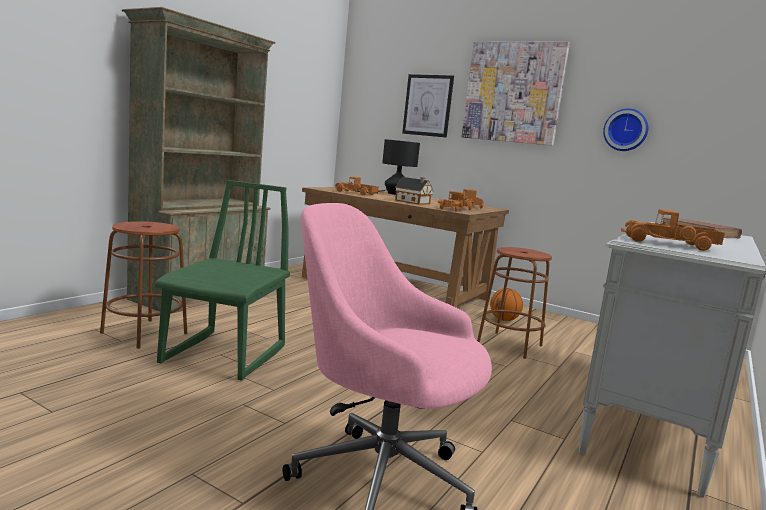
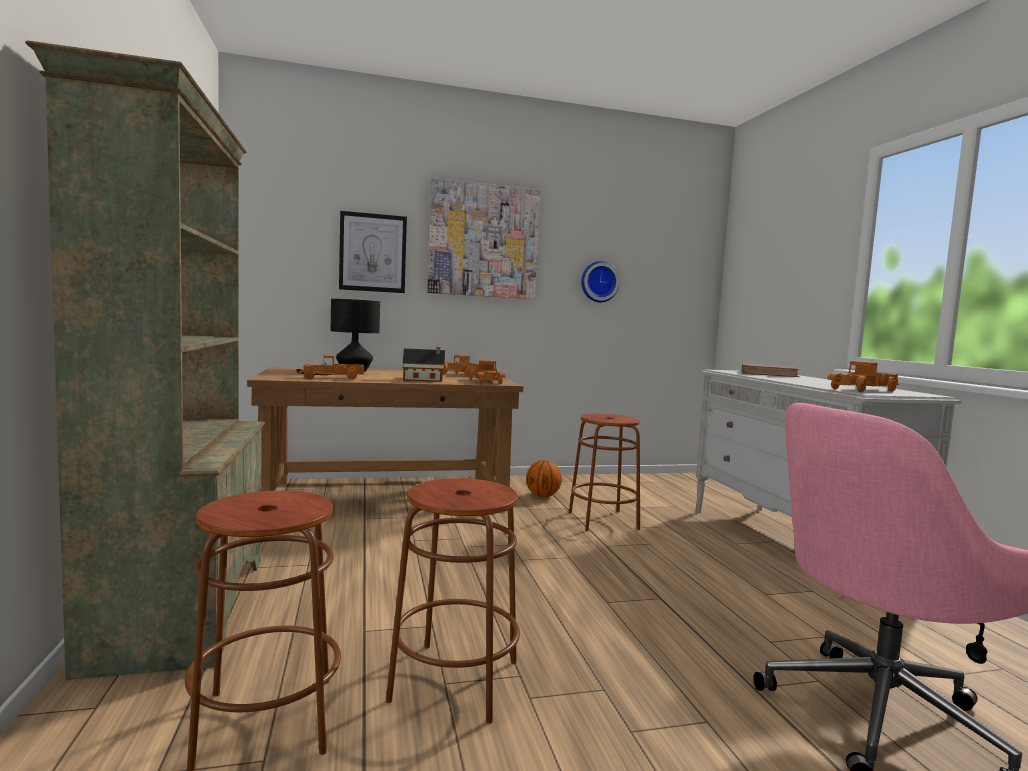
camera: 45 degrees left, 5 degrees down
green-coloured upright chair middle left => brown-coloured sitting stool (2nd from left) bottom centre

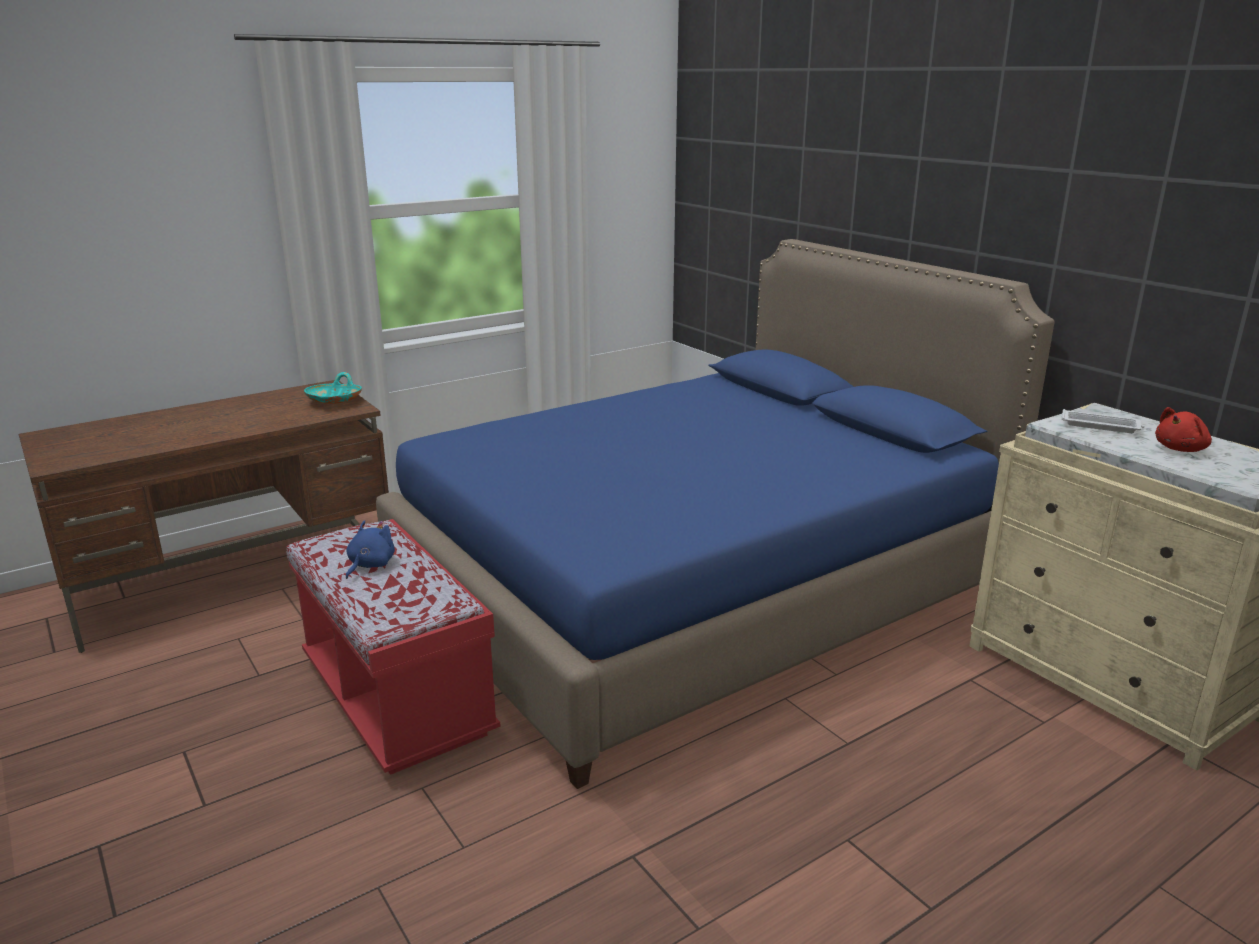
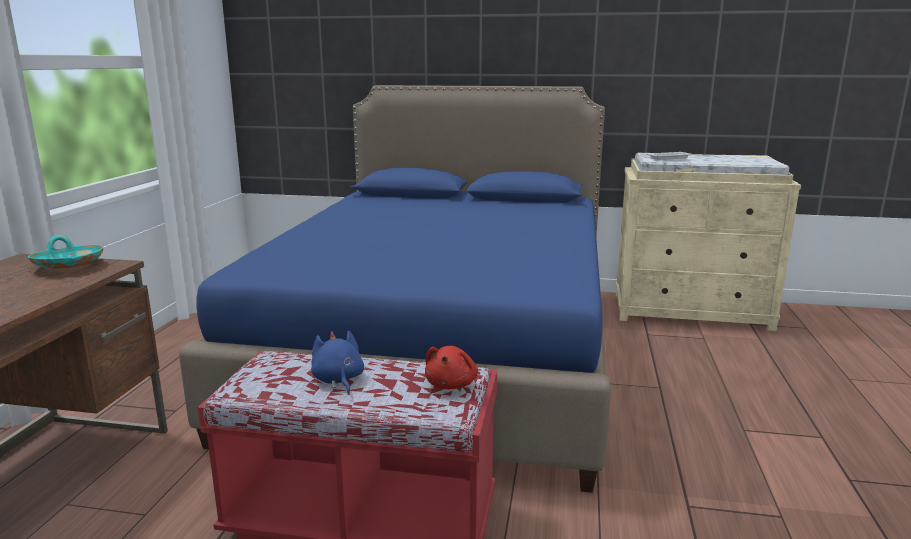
camera: 45 degrees left, 5 degrees down
reddish plush toy middle right => reddish plush toy bottom centre, move

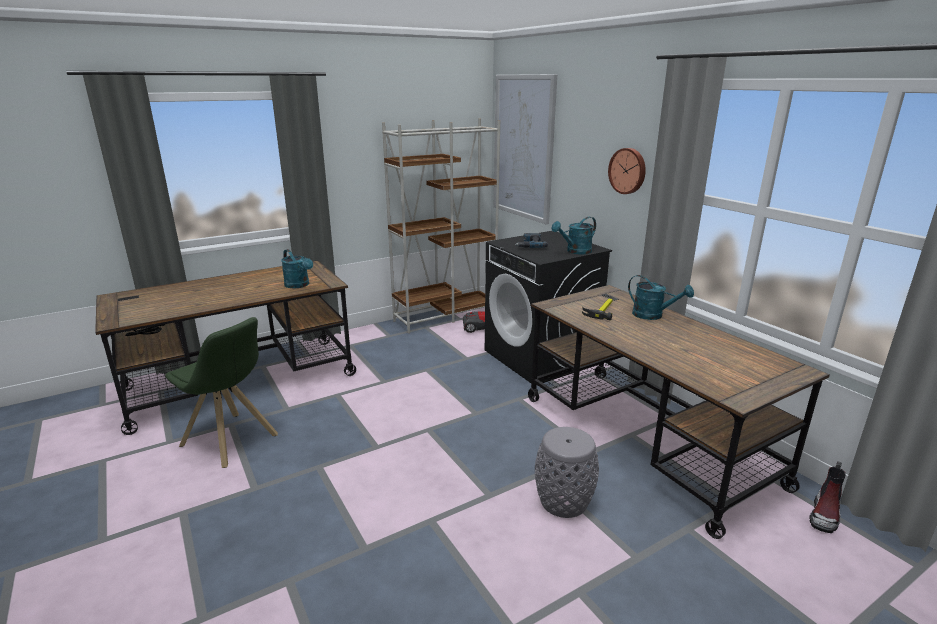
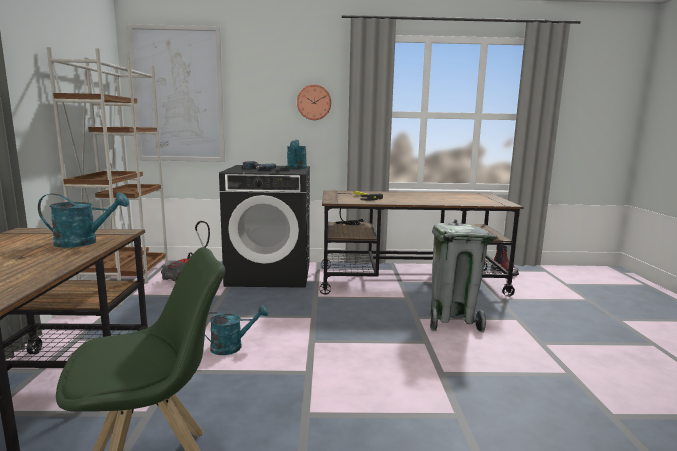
camera: 60 degrees left, 10 degrees down
greyish sitting stool bottom centre => greyish rubbish bin middle right
turquoise-coloured watering pot (3rd from left in the first image) middle right => turquoise-coloured watering pot (2nd from left) bottom centre, move

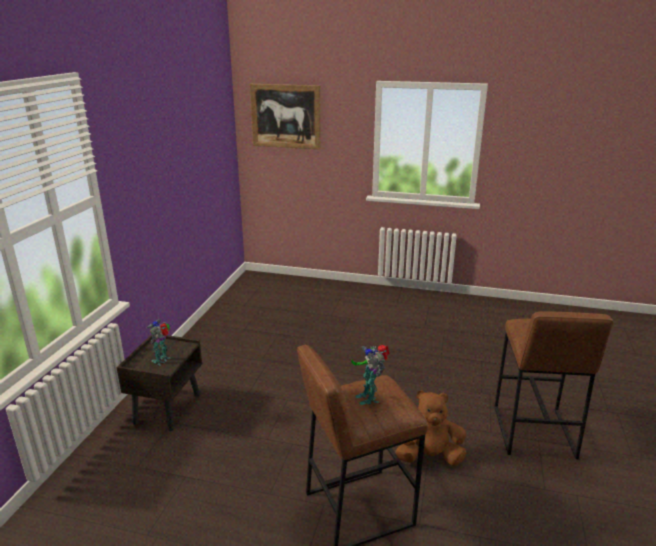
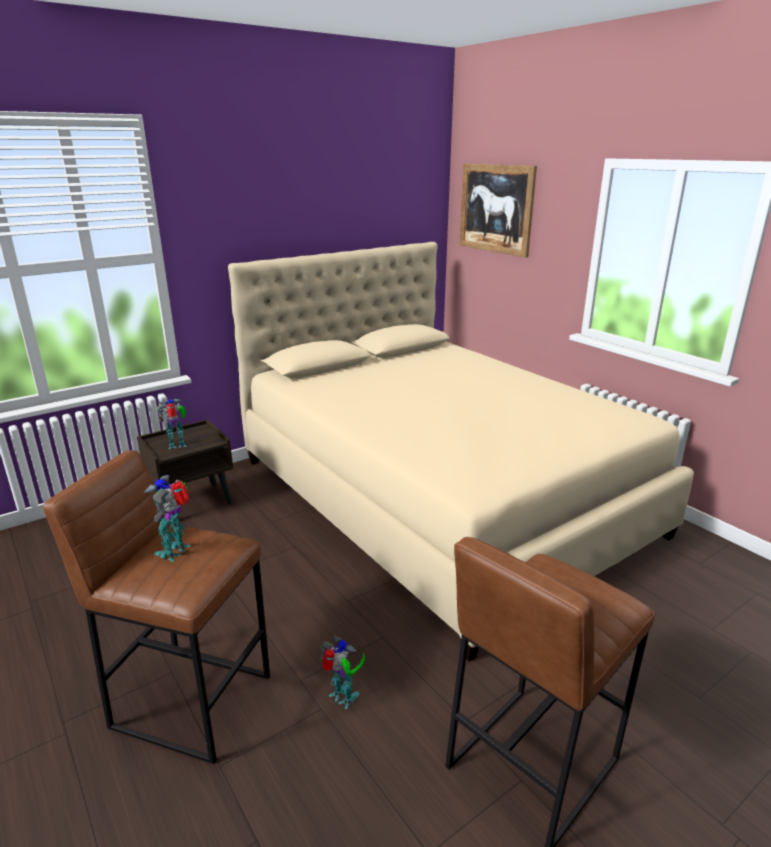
camera: 40 degrees right, 0 degrees up
brown-coloured plush toy bottom centre => toy robot (3rd from left) bottom centre
nothing => beige bed centre

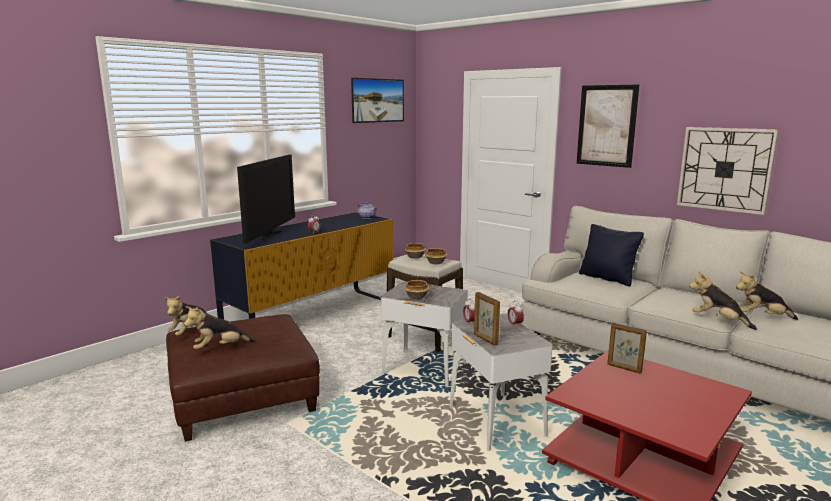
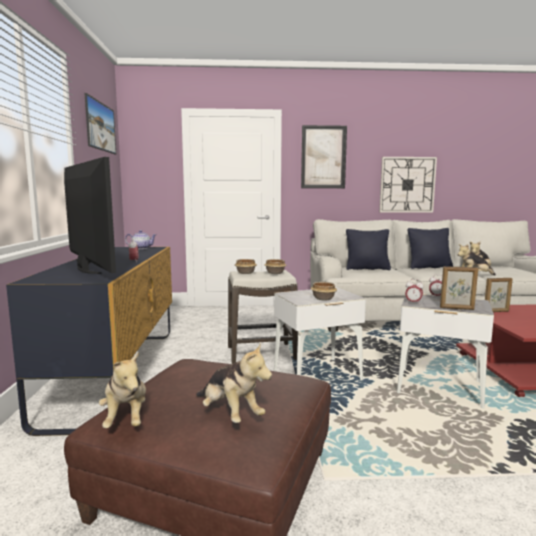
camera: 45 degrees left, 5 degrees down
plush toy (2nd from left) middle left => plush toy (2nd from left) bottom centre, 60 degrees counterclockwise
nothing => blackish pillow (2nd from left) middle right

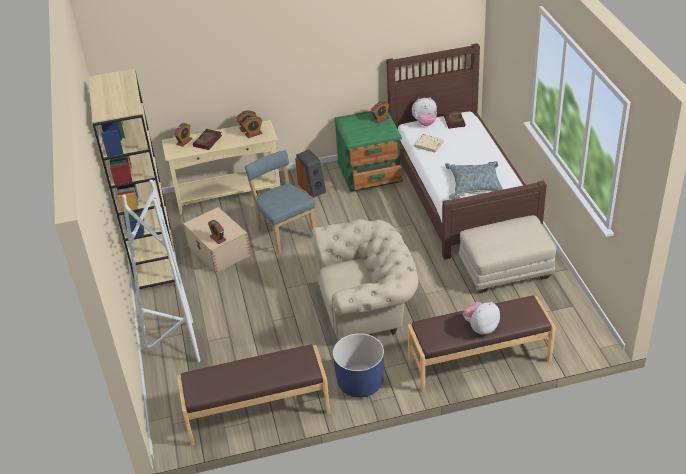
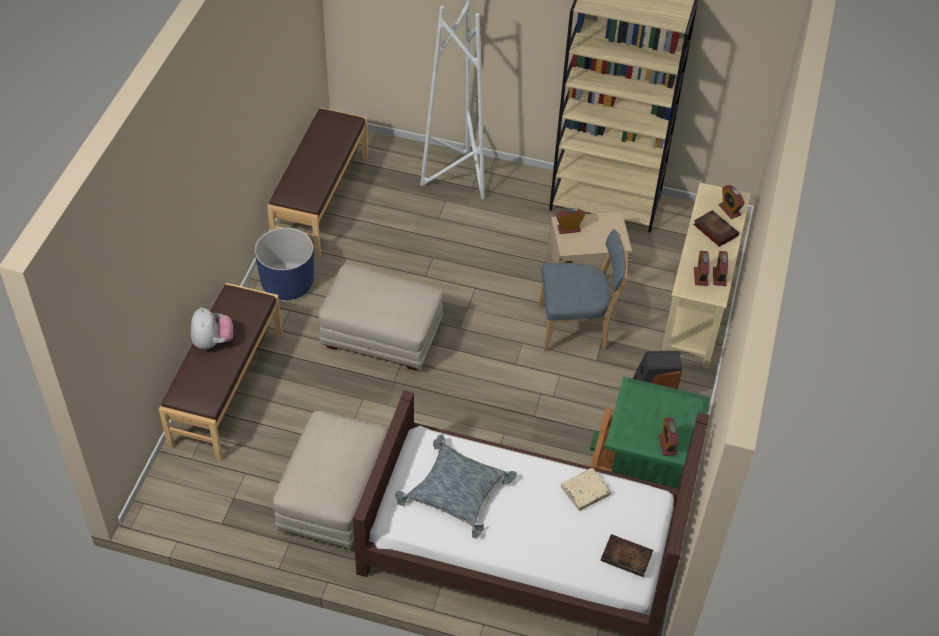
camera: 115 degrees right, 10 degrees up
beige armchair centre => beige footrest (2nd from left) centre
plush toy (1st from left) top centre => nothing

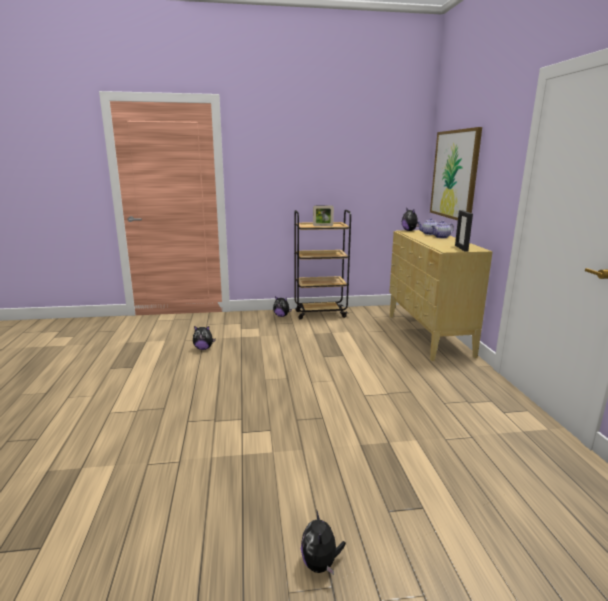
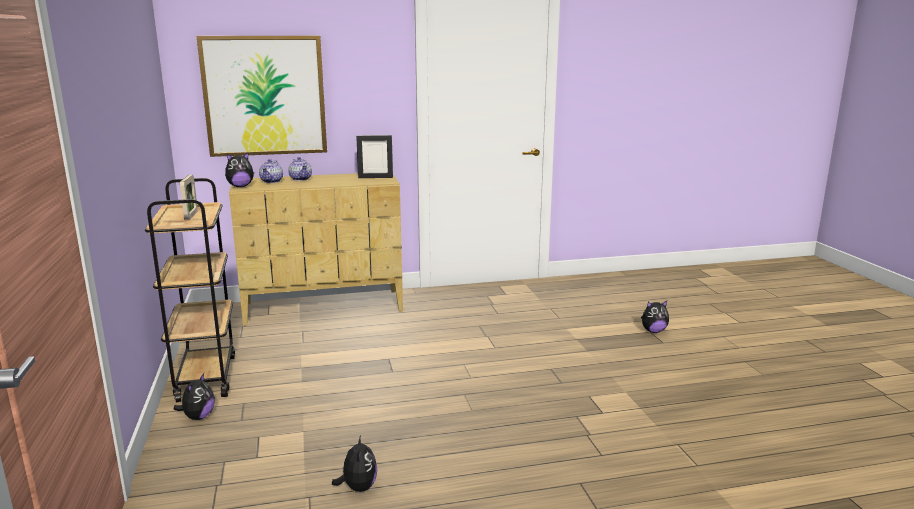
camera: 95 degrees left, 0 degrees up
plush toy (3rd from left in the first image) bottom centre => plush toy (4th from left) middle right, move

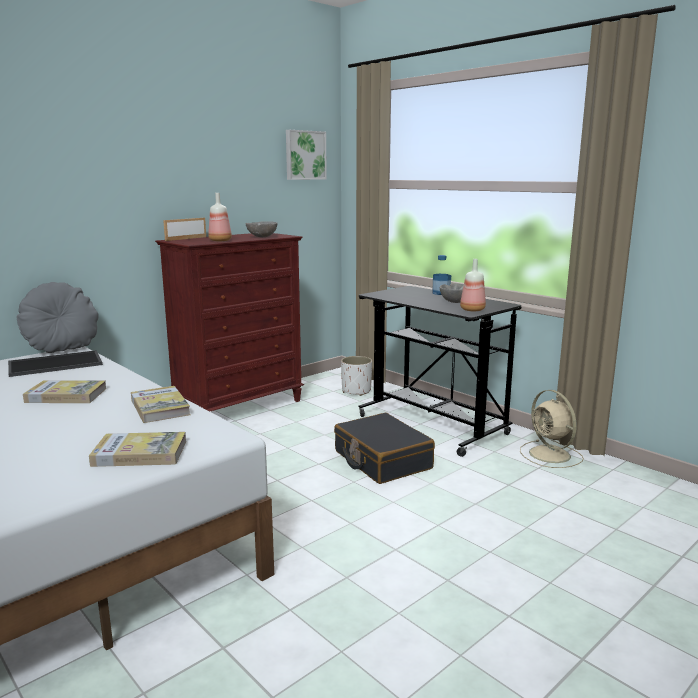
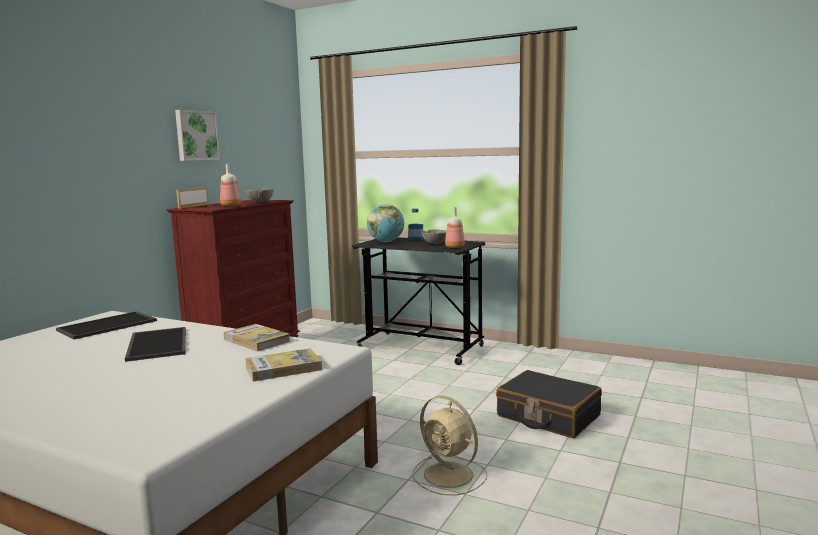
camera: 20 degrees left, 5 degrees down
greyish pillow middle left => nothing
book (1st from left) middle left => carrying tray (2nd from left) middle left
wall art top centre => wall art top left, move
blackish travel case centre => blackish travel case bottom right, move
white planter centre => nothing
beige fan middle right => beige fan bottom centre, move
nothing => world globe centre

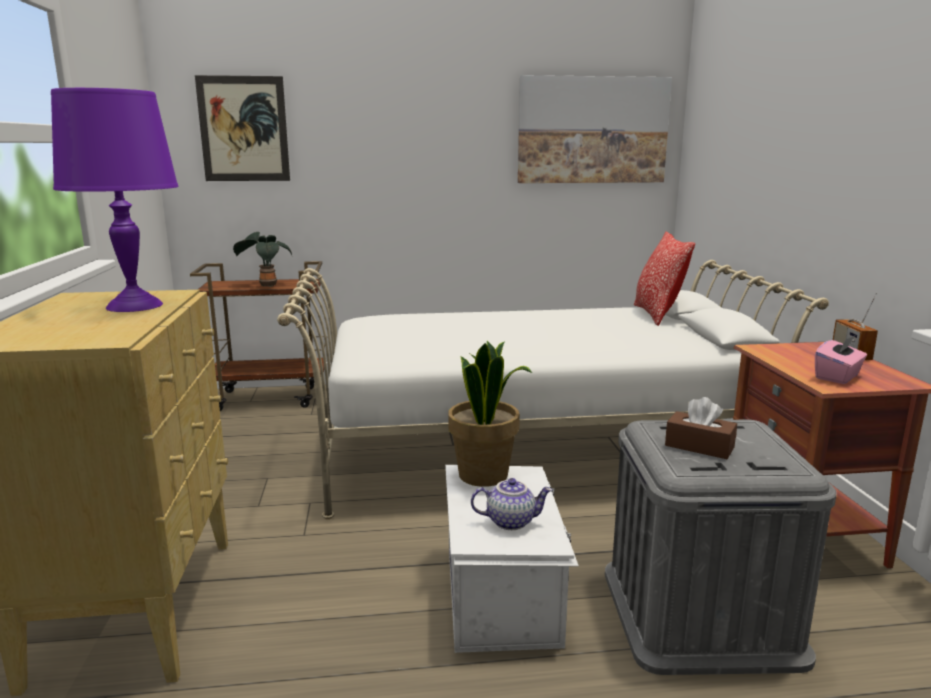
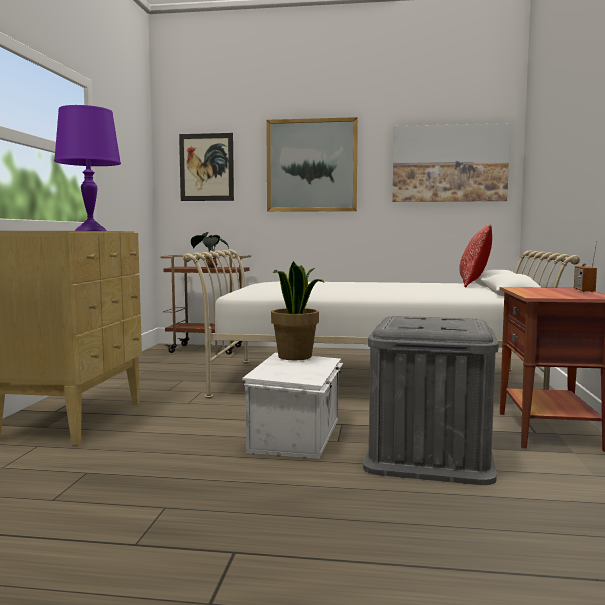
camera: 15 degrees right, 10 degrees down
pot for tea bottom centre => nothing
brown-coloured tissue holder middle right => nothing
pink-coloured tissue holder middle right => nothing
nothing => wall art (2nd from left) top centre

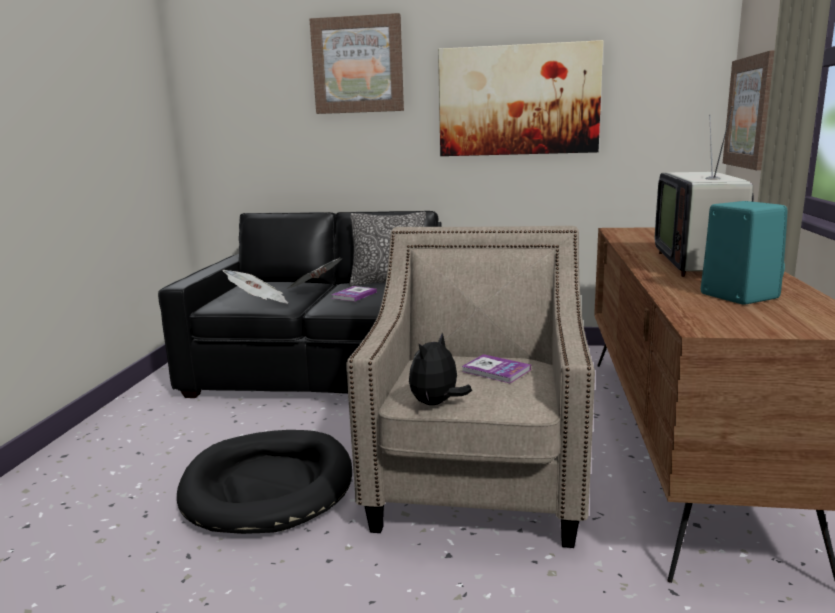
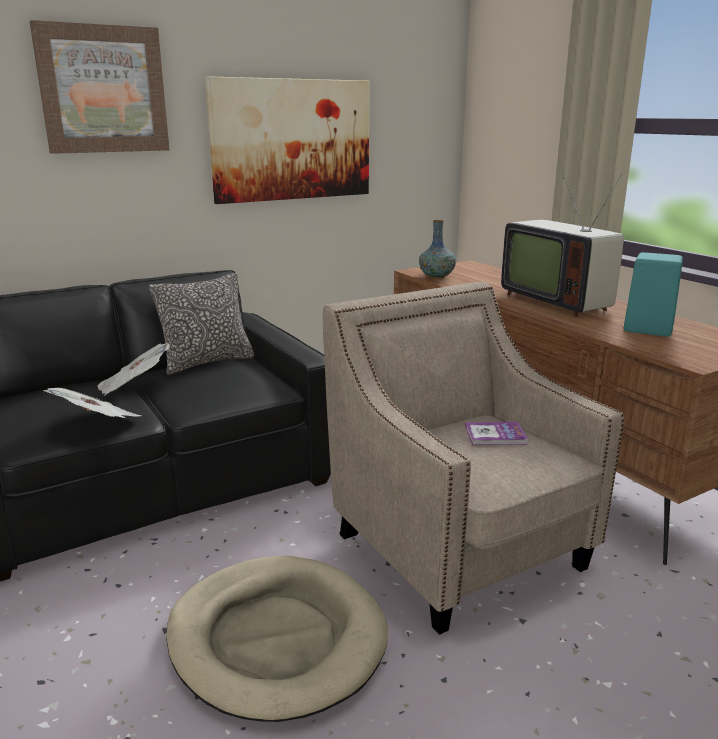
camera: 40 degrees left, 5 degrees up
blackish dog bed bottom left => beige dog bed bottom centre
book (1st from left) centre => nothing
plush toy centre => nothing
wall art (3rd from left) top right => nothing
nothing => flower vase centre

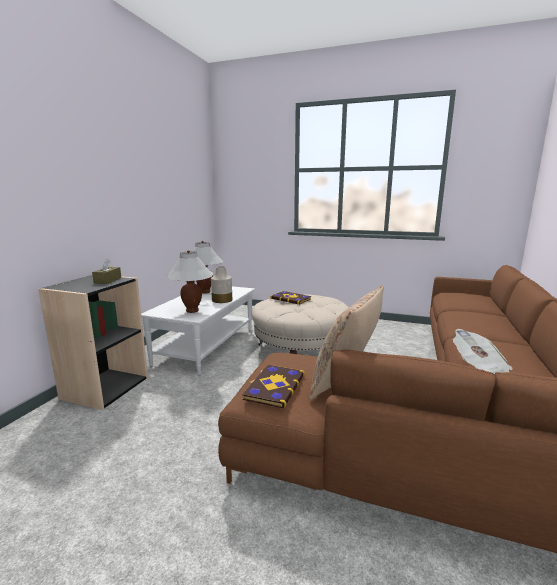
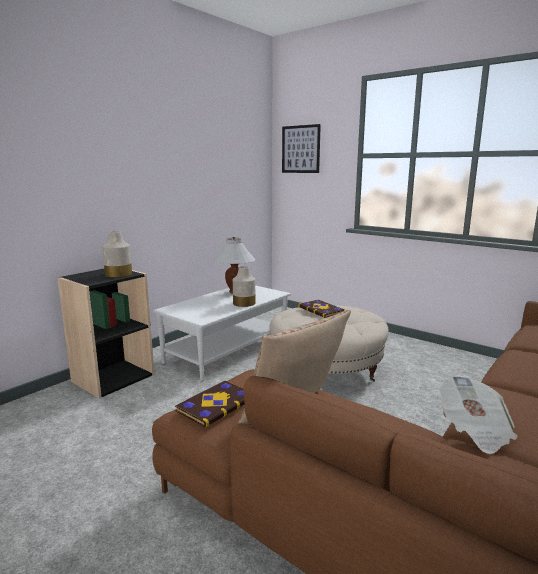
camera: 20 degrees right, 0 degrees up
brown-coloured tissue holder middle left => beige flower vase (1st from left) middle left
white tabletop lamp (1st from left) centre => nothing
nothing => wall art top centre

